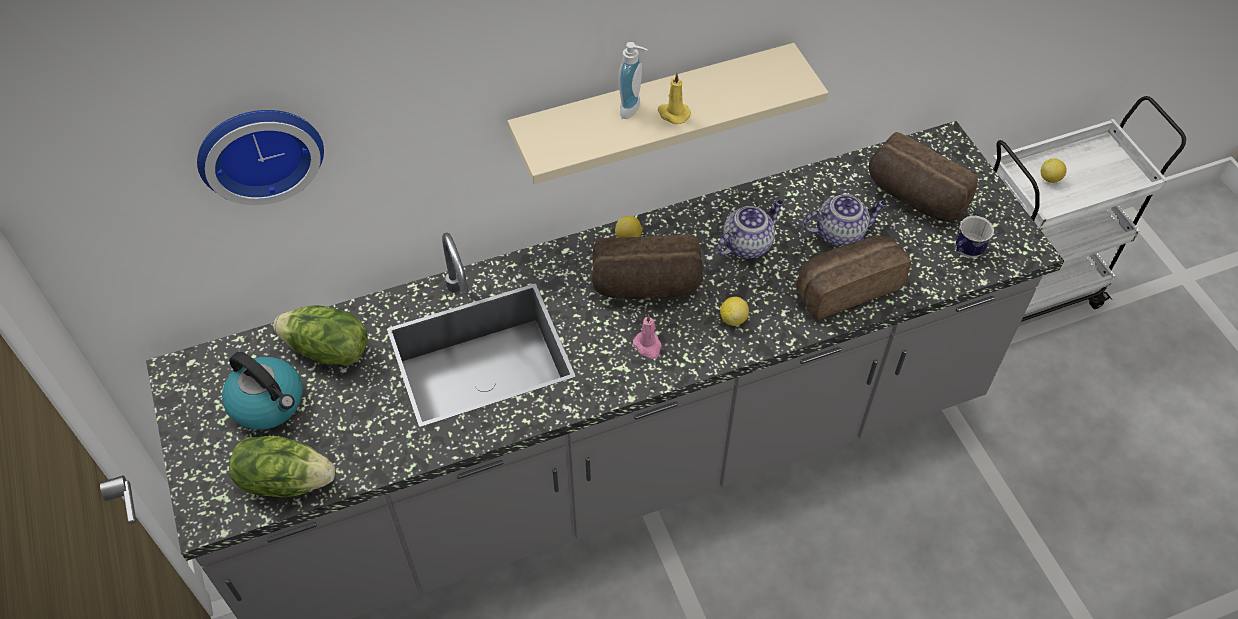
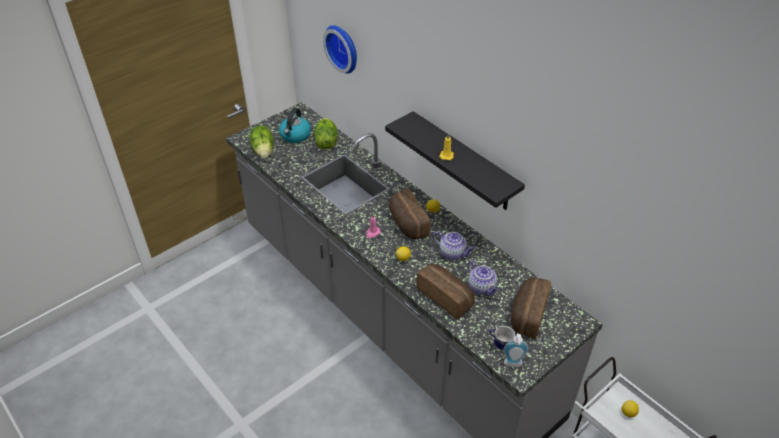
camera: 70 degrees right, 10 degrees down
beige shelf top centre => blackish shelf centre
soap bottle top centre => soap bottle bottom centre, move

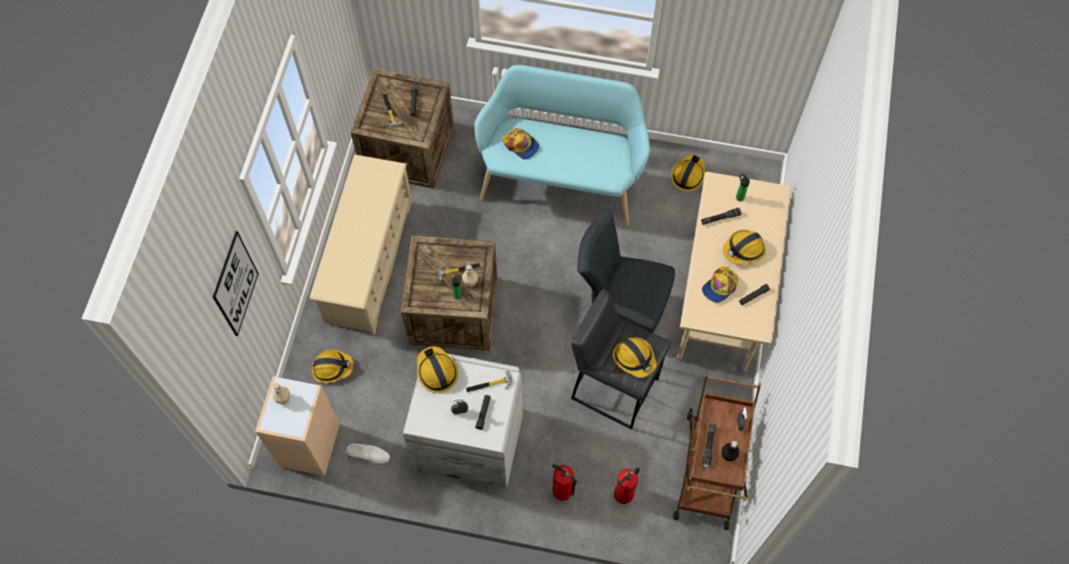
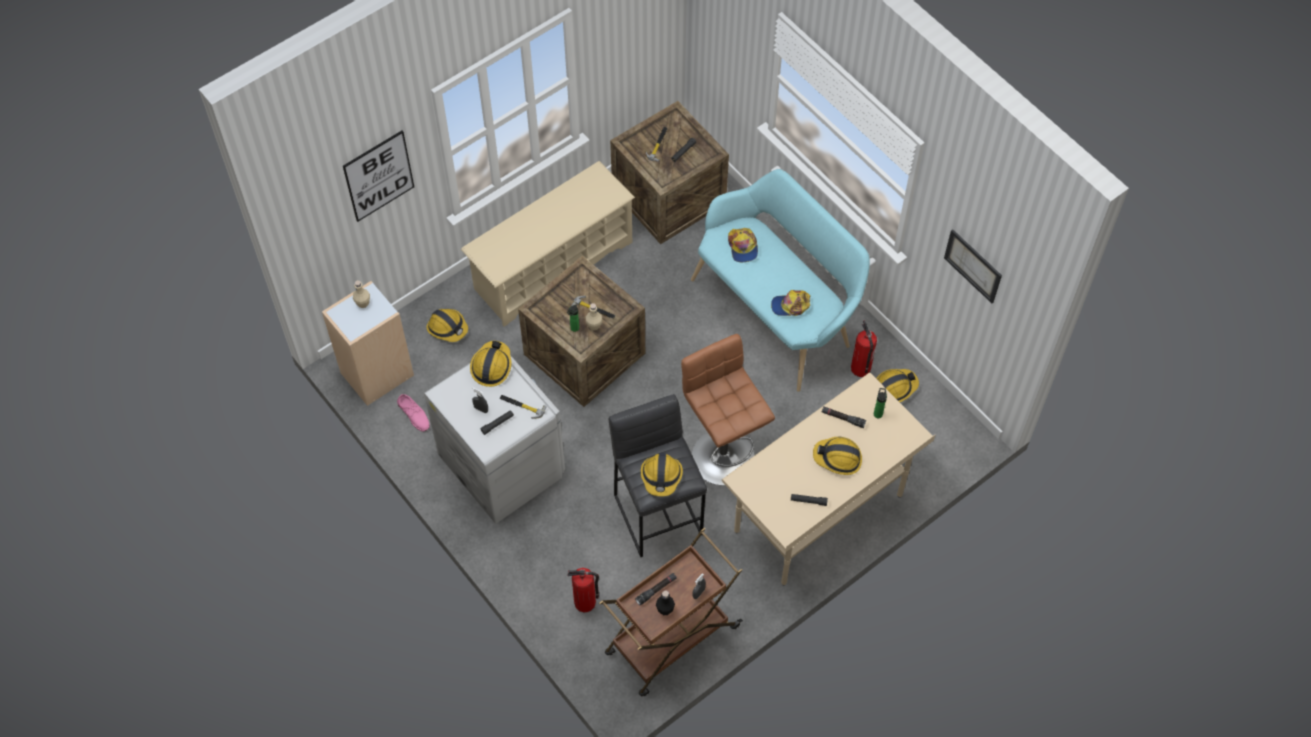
camera: 40 degrees right, 5 degrees down
white shoe bottom centre => pink-coloured shoe middle left
fire extinguisher (1st from left in the first image) bottom centre => fire extinguisher (2nd from left) centre, move
greyish upright chair centre => brown-coloured sitting stool centre
peaked cap (2nd from left) middle right => peaked cap (2nd from left) centre, move
nothing => wall art (2nd from left) middle right

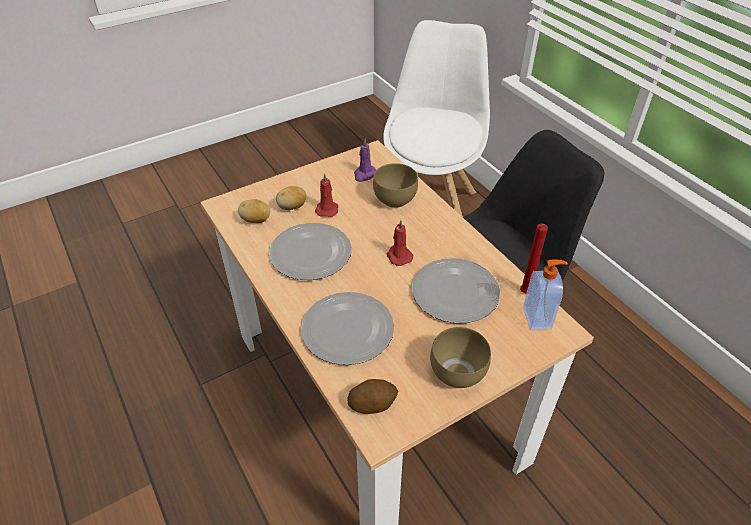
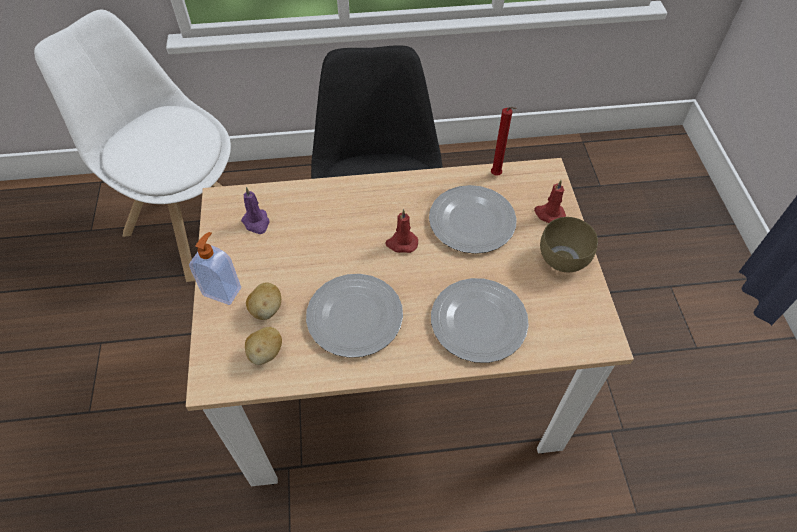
camera: 65 degrees left, 10 degrees up
reddish wax candle (1st from left in the first image) centre => reddish wax candle (3rd from left) middle right, move
whole potato (3rd from left) bottom centre => nothing
brown-coloured deep dish (1st from left) centre => nothing
soap bottle middle right => soap bottle middle left, move

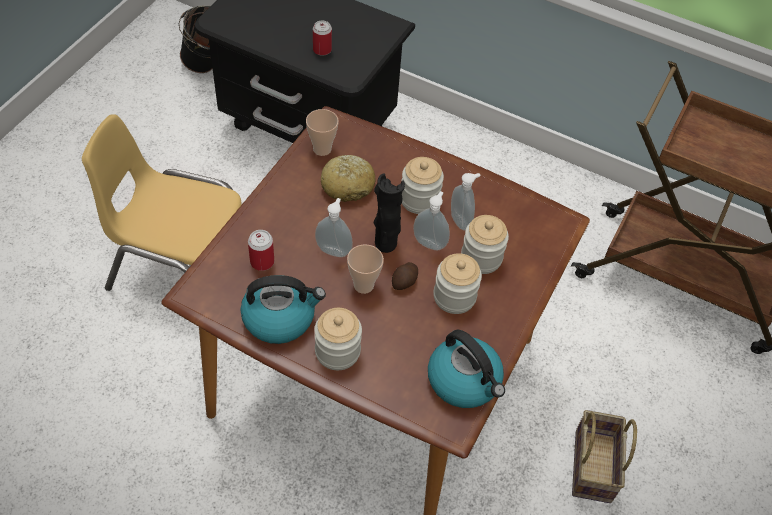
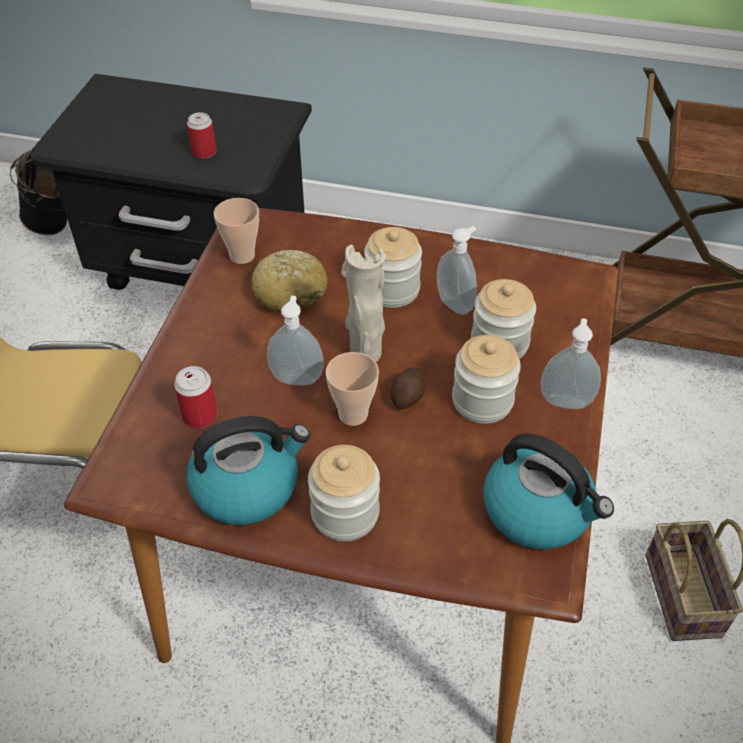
camera: 10 degrees left, 5 degrees down
blackish flower vase centre => beige flower vase centre
soap bottle (2nd from left in the first image) centre => soap bottle (3rd from left) middle right, move

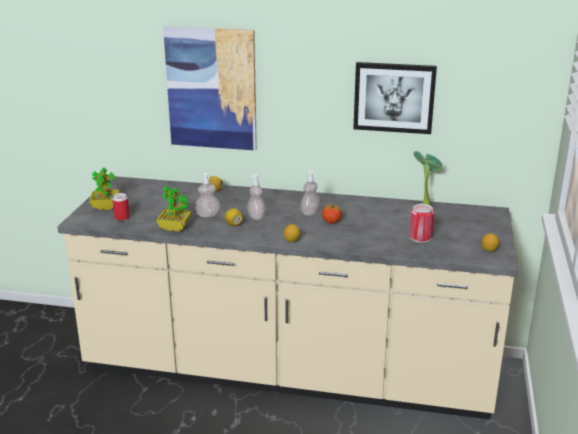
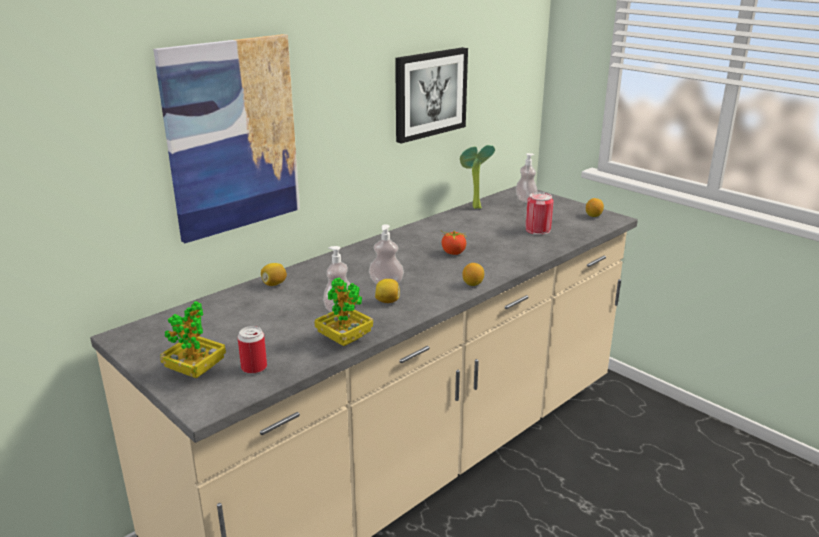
camera: 55 degrees left, 0 degrees up
soap bottle (3rd from left) centre => soap bottle (3rd from left) top centre, move

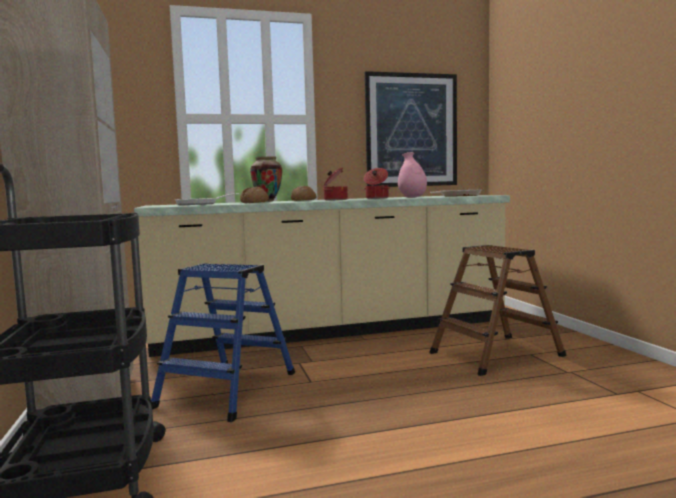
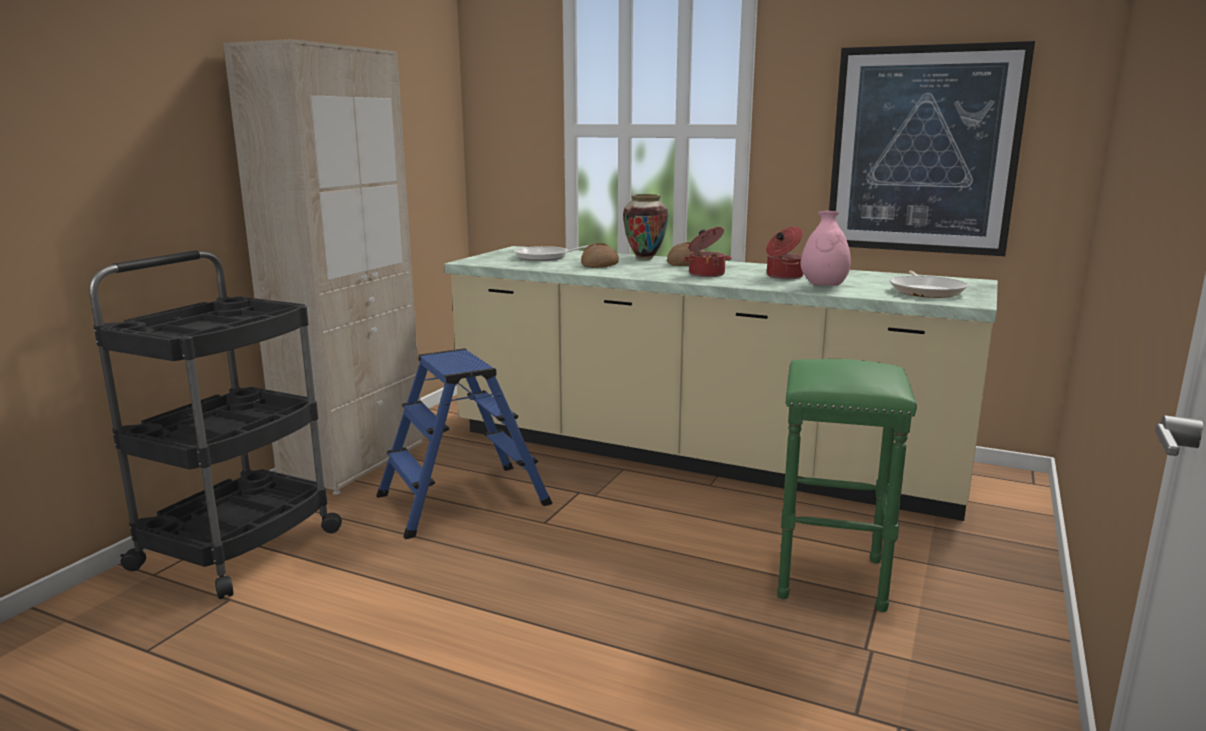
camera: 40 degrees right, 10 degrees up
brown-coloured stepladder middle right => green-coloured sitting stool middle right

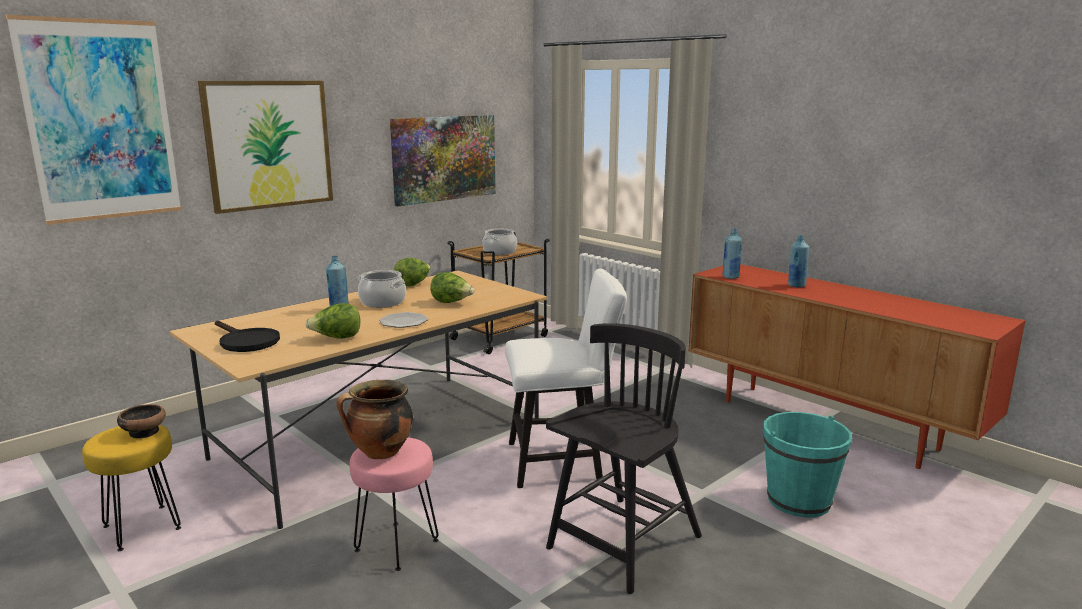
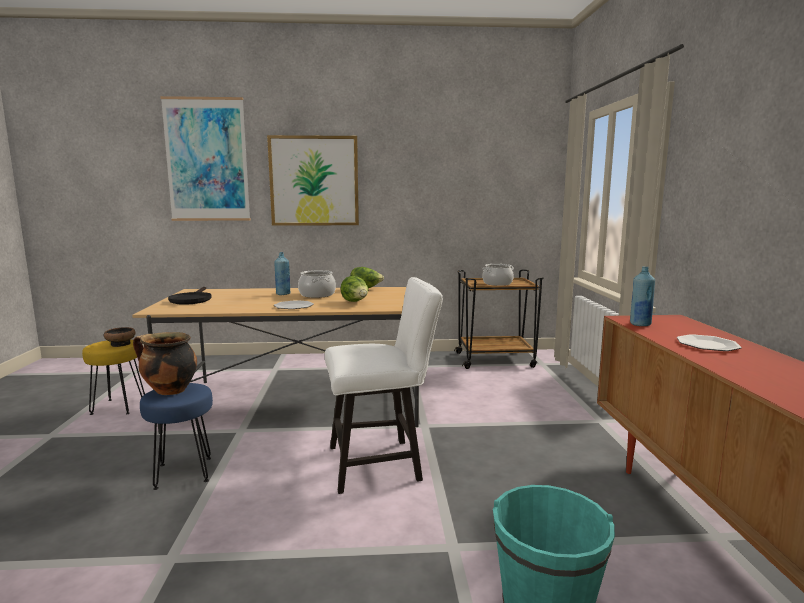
camera: 40 degrees right, 5 degrees down
lettuce (1st from left) middle left => nothing
pink-coloured sitting stool bottom centre => blue-coloured sitting stool bottom left
wall art (3rd from left) top centre => nothing
white upright chair centre, 45 degrees counterclockwise
blackish upright chair bottom centre => nothing
blue-coloured drink bottle (3rd from left) middle right => flat dish (2nd from left) middle right

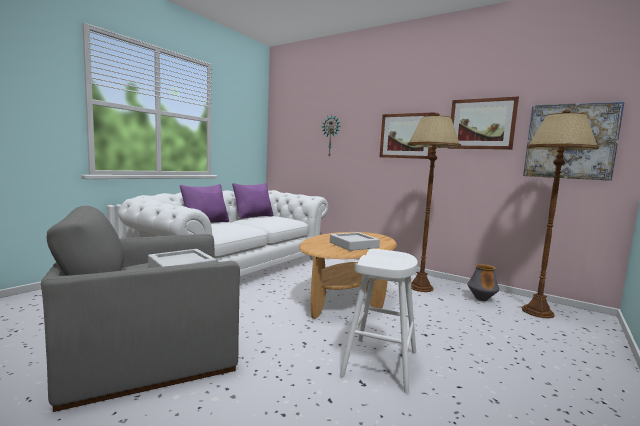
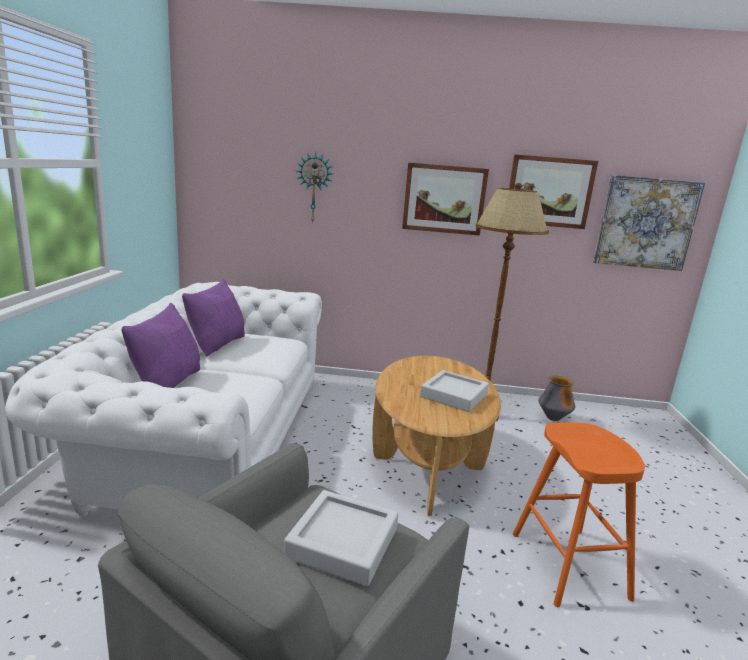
camera: 30 degrees left, 10 degrees up
white sitting stool bottom centre => orange sitting stool bottom right
brown-coloured floor lamp (2nd from left) middle right => nothing

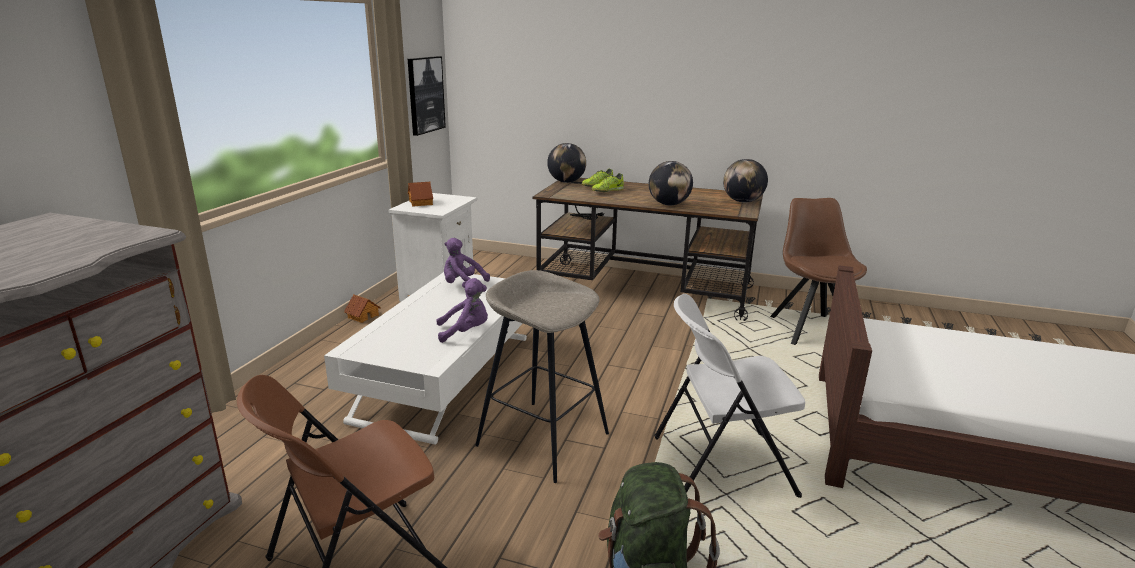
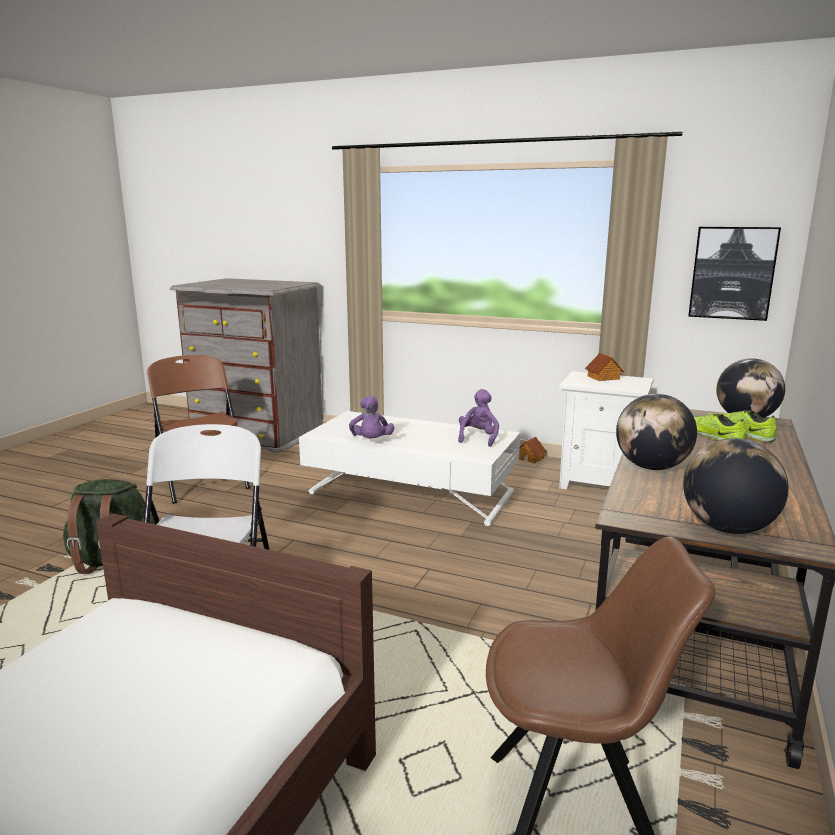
camera: 95 degrees right, 5 degrees down
greyish sitting stool centre => nothing

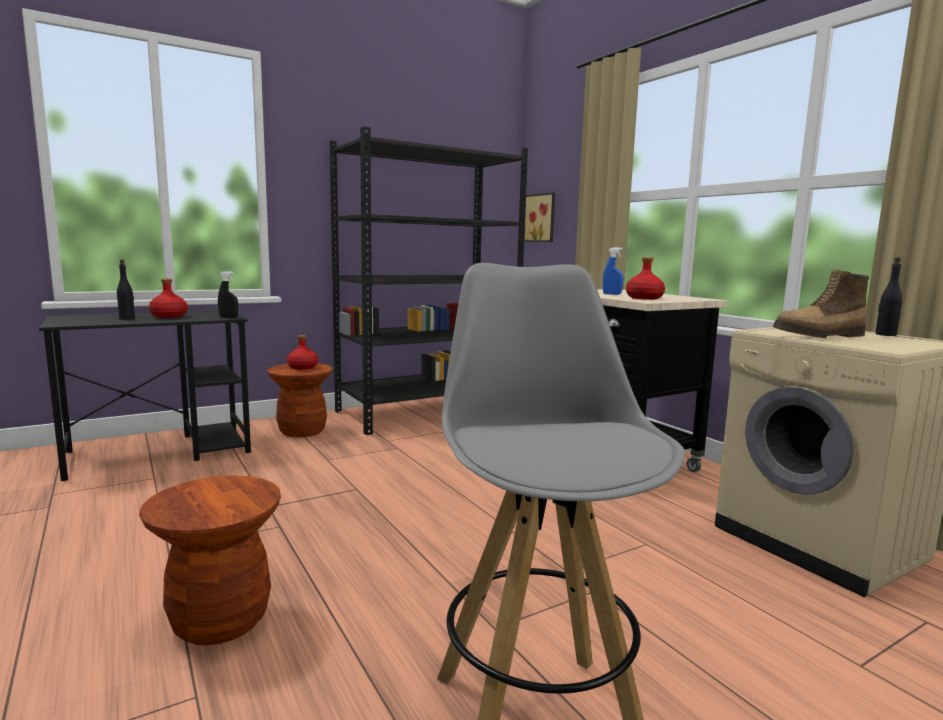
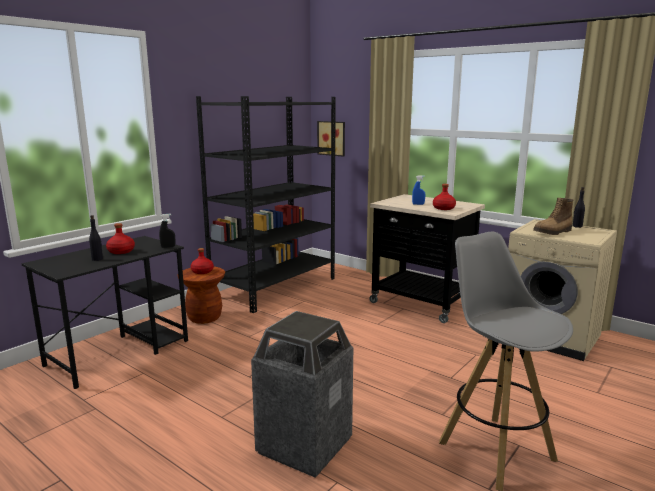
camera: 20 degrees left, 5 degrees up
brown-coloured sitting stool (1st from left) bottom left => rubbish bin bottom centre

